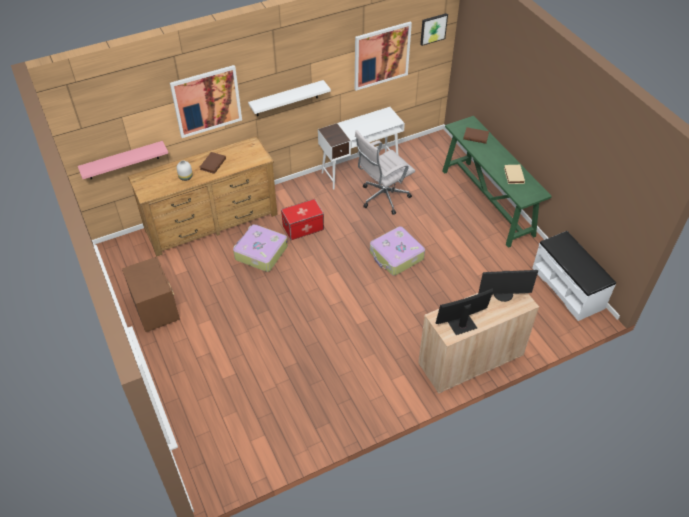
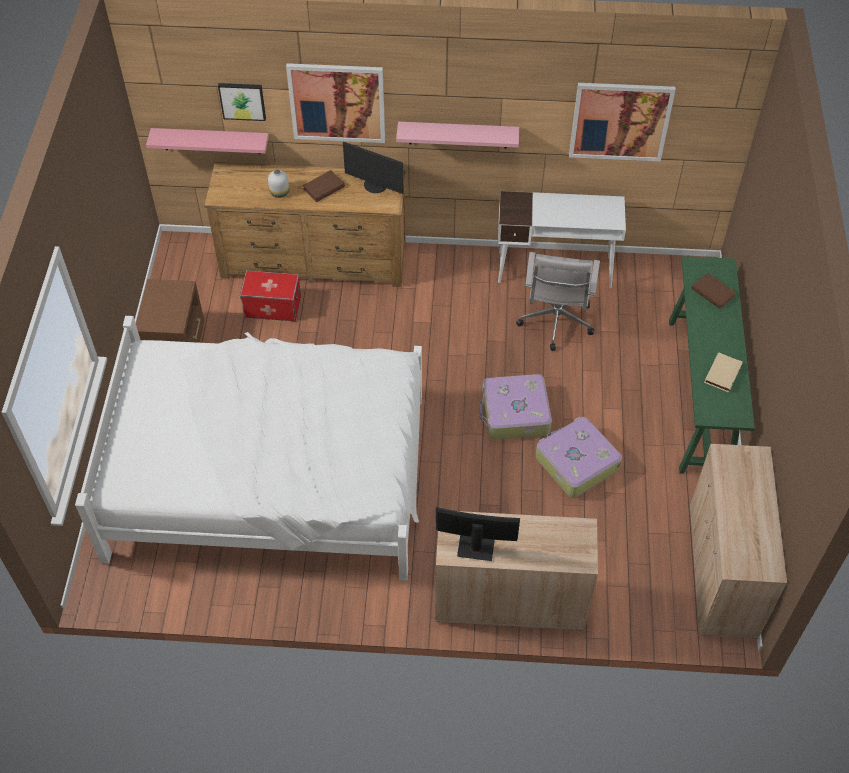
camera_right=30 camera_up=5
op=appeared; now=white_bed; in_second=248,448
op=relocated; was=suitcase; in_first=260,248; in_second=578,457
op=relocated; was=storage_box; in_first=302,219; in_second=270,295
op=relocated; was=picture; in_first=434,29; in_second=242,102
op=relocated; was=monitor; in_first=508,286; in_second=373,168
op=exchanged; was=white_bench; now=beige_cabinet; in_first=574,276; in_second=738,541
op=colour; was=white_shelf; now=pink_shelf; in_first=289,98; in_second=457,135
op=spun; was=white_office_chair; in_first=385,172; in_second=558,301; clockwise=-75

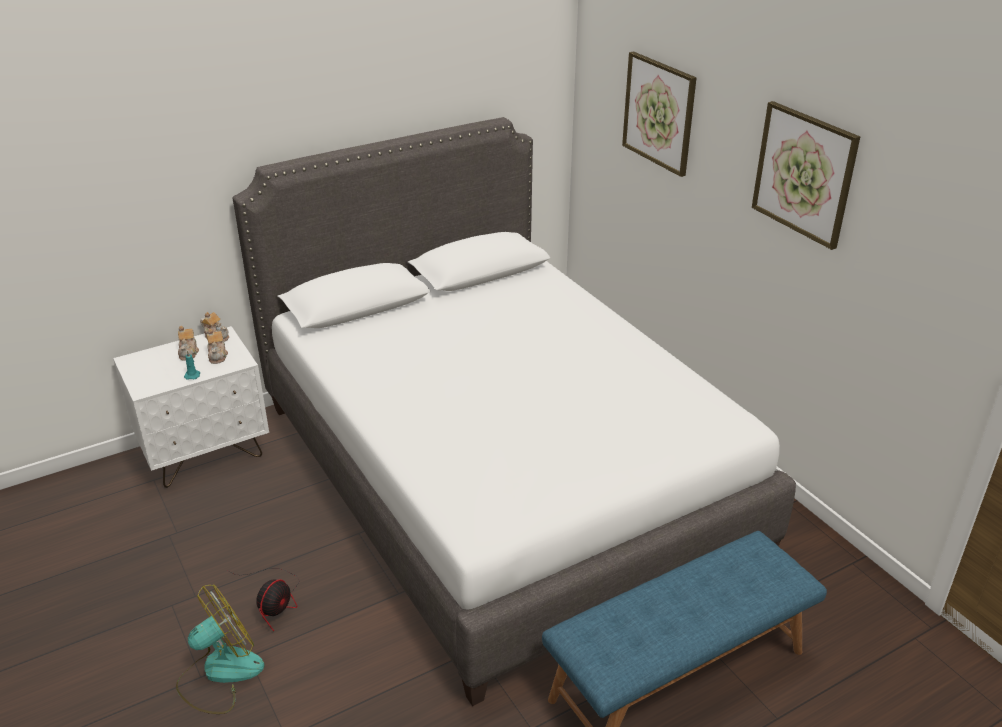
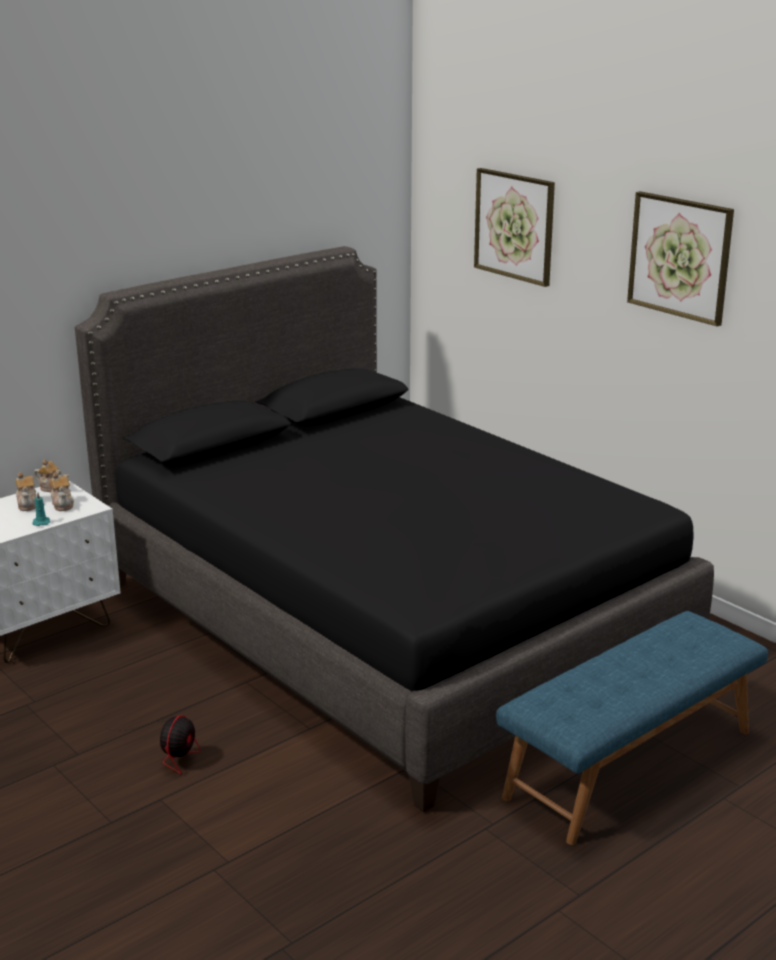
camera_right=-10 camera_up=-10
op=missing; was=fan; in_first=220,649
op=colour; was=white_bed; now=black_bed; in_first=514,411; in_second=394,529

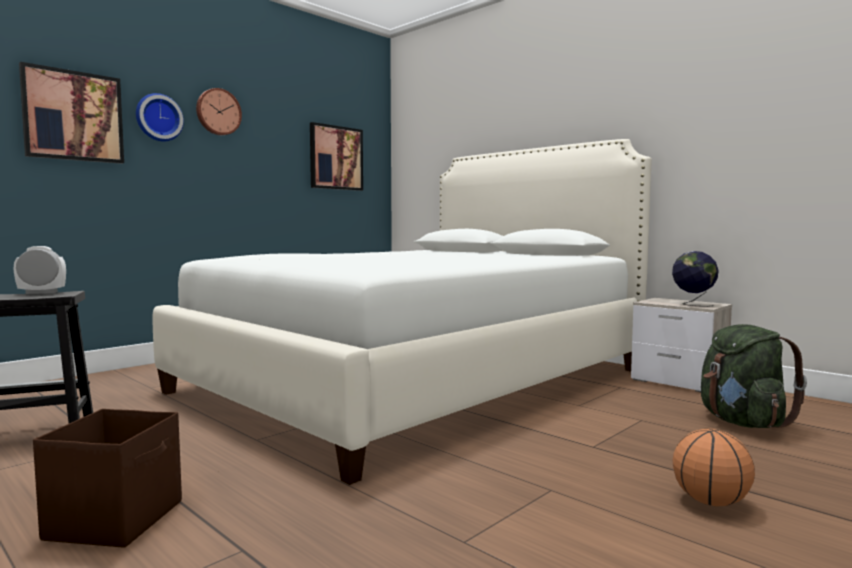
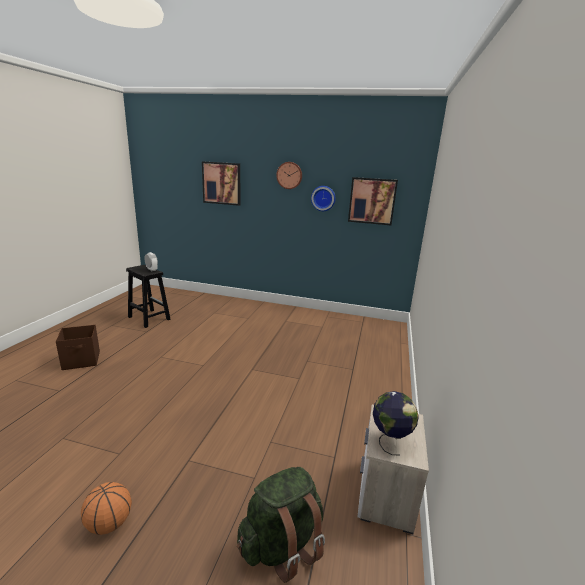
camera_right=60 camera_up=15
op=missing; was=white_bed; in_first=402,312
op=relocated; was=wall_clock; in_first=160,117; in_second=323,198

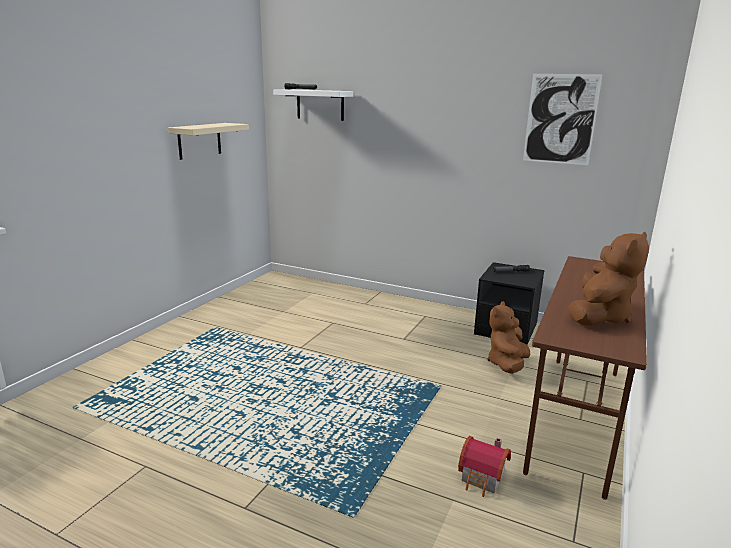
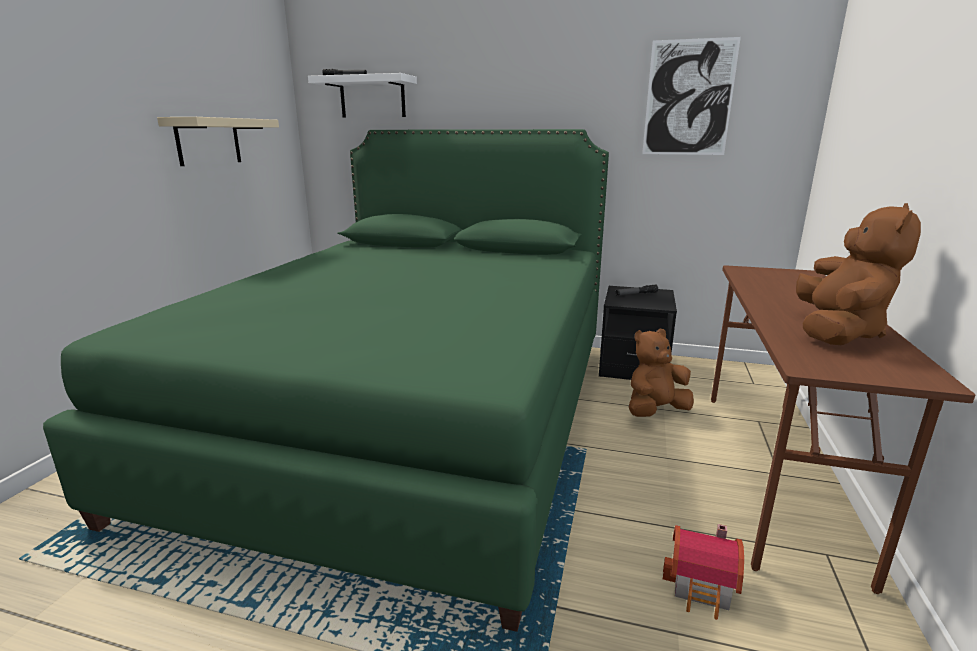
camera_right=-10 camera_up=0
op=appeared; now=green_bed; in_second=326,380
op=spun; was=brown_plush_toy; in_first=508,337; in_second=661,372; clockwise=45

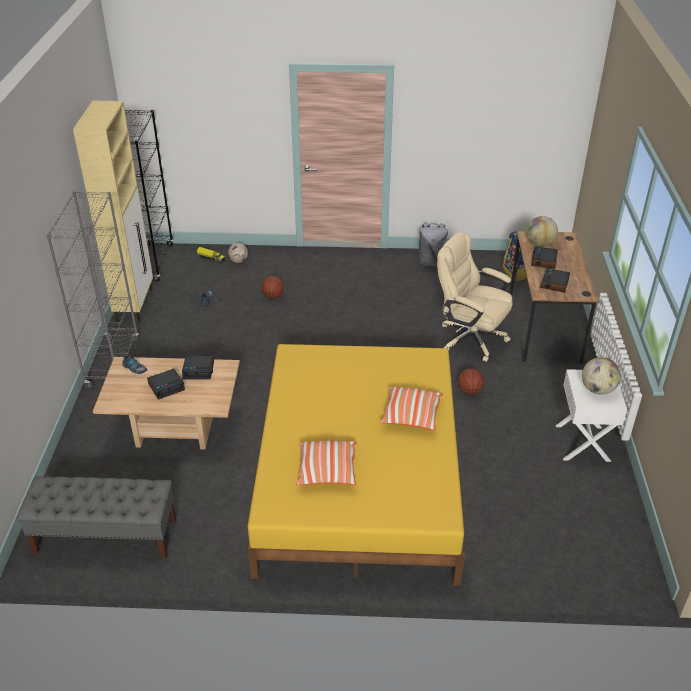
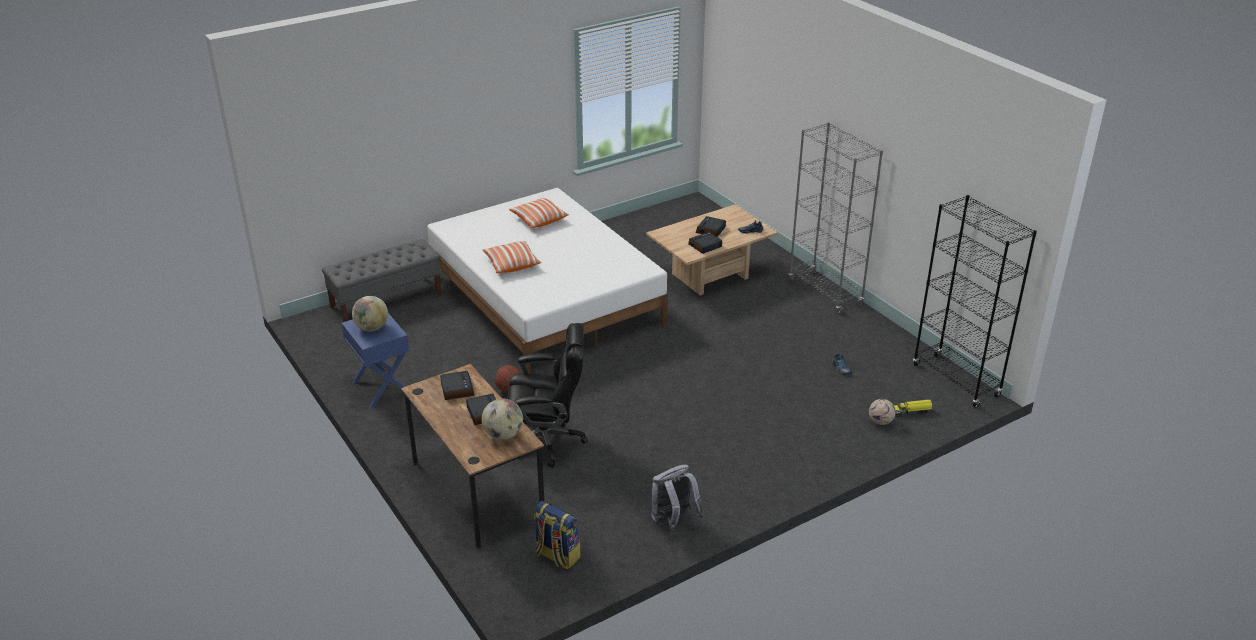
camera_right=145 camera_up=-5
op=missing; was=beige_cabinet; in_first=113,211
op=missing; was=basketball; in_first=272,287
op=relocated; was=grey_bench; in_first=96,517; in_second=382,280
op=colour; was=yellow_bed; now=white_bed; in_first=356,465; in_second=547,280
op=colour; was=beige_office_chair; now=black_office_chair; in_first=475,297; in_second=548,395
op=colour; was=white_nightstand; now=blue_nightstand; in_first=591,415; in_second=375,360

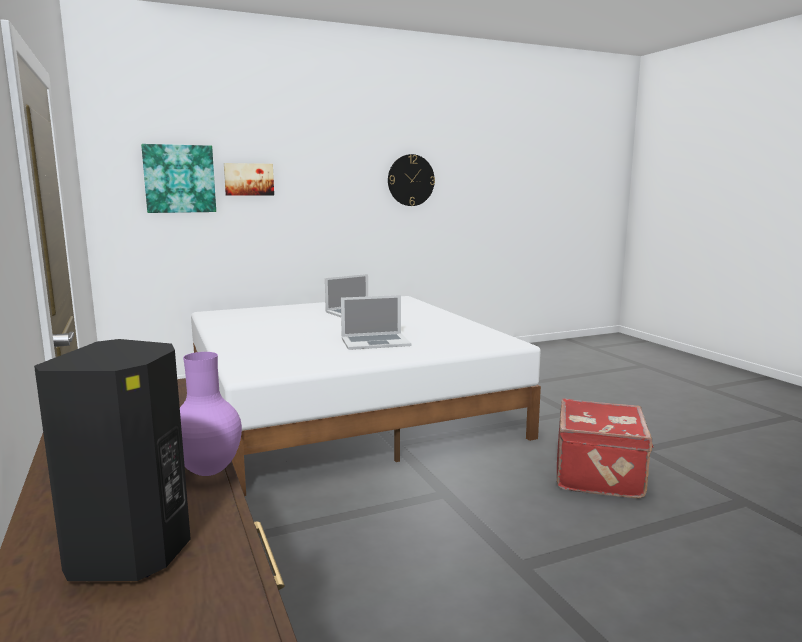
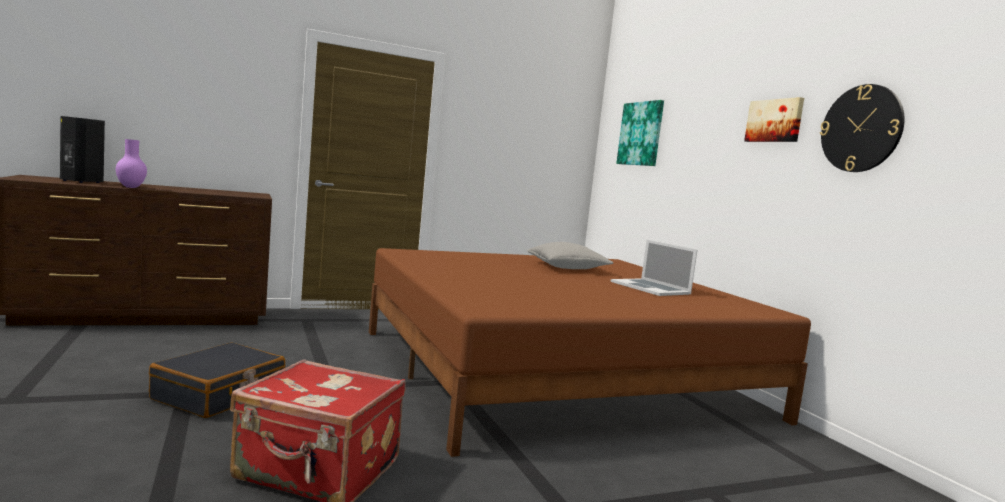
camera_right=90 camera_up=-5
op=missing; was=laptop; in_first=376,322
op=appeared; now=black_suitcase; in_second=217,380
op=appeared; now=grey_pillow; in_second=570,255
op=relocated; was=picture; in_first=249,179; in_second=774,119
op=colour; was=white_bed; now=brown_bed; in_first=366,396; in_second=590,352

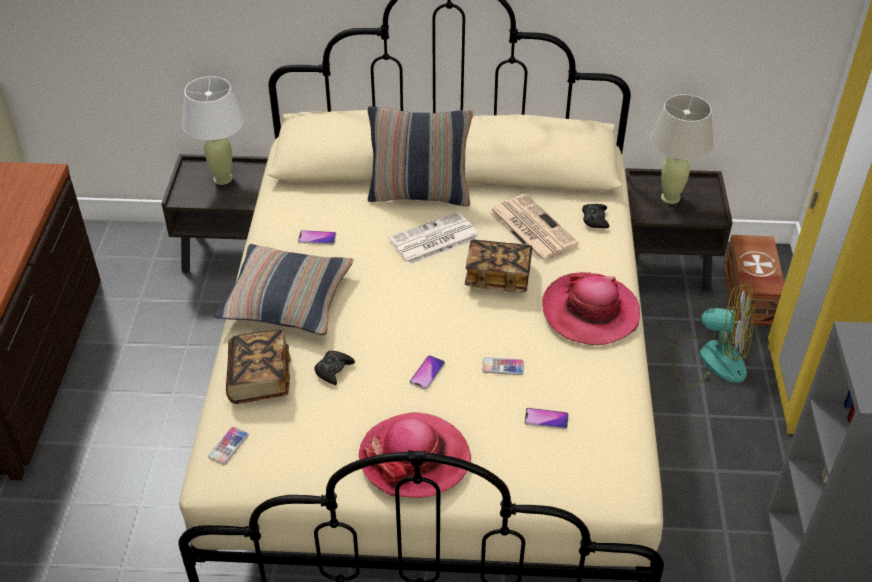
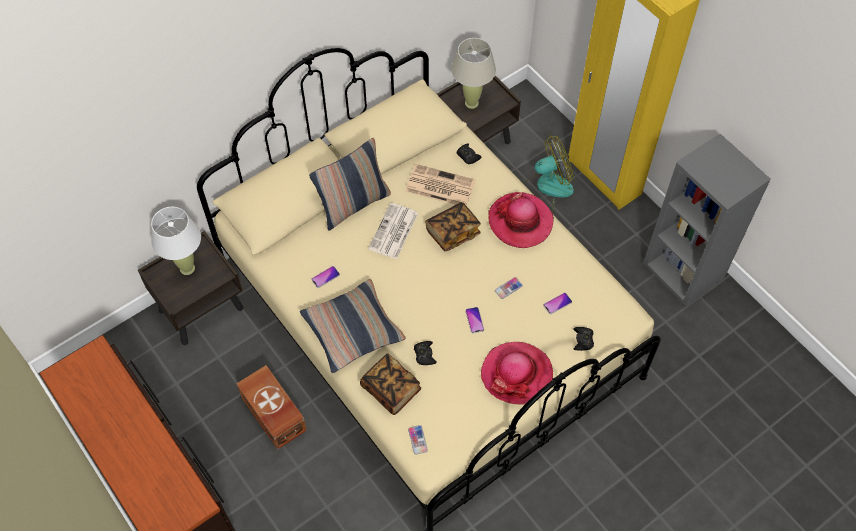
camera_right=-40 camera_up=15
op=appeared; now=black_game_controller; in_second=583,339
op=relocated; was=brown_storage_box; in_first=754,280; in_second=271,407

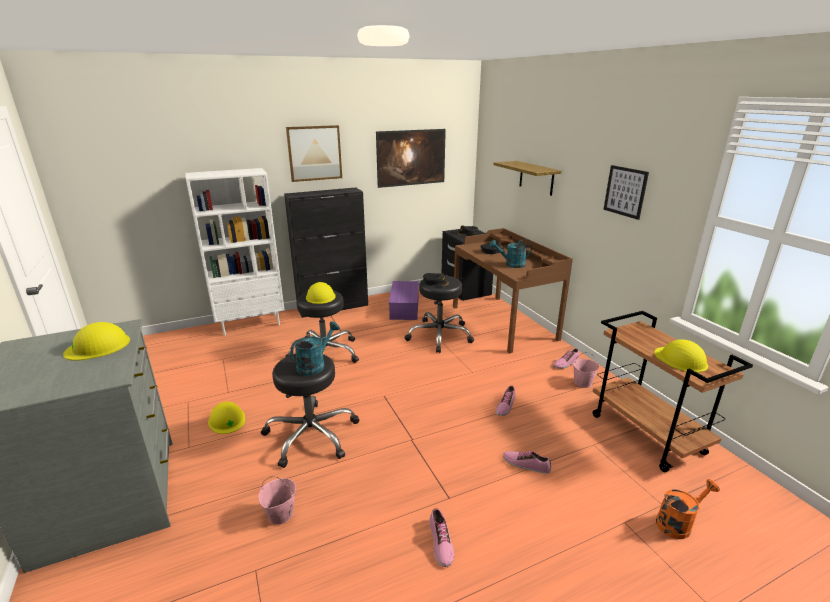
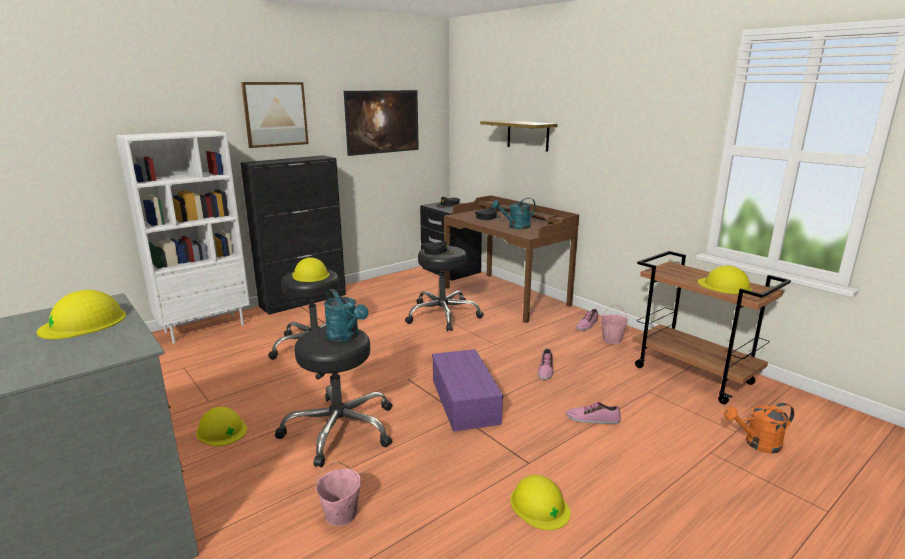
camera_right=-15 camera_up=-5
op=missing; was=picture; in_first=626,192
op=relocated; was=purple_storage_box; in_first=404,300; in_second=467,390
op=exchanged; was=shoe; now=yellow_hard_hat; in_first=441,537; in_second=540,502
op=spun; was=turquoise_watering_can; in_first=315,348; in_second=346,315; clockwise=120
op=spun; was=orange_watering_can; in_first=688,509; in_second=759,428; clockwise=-150

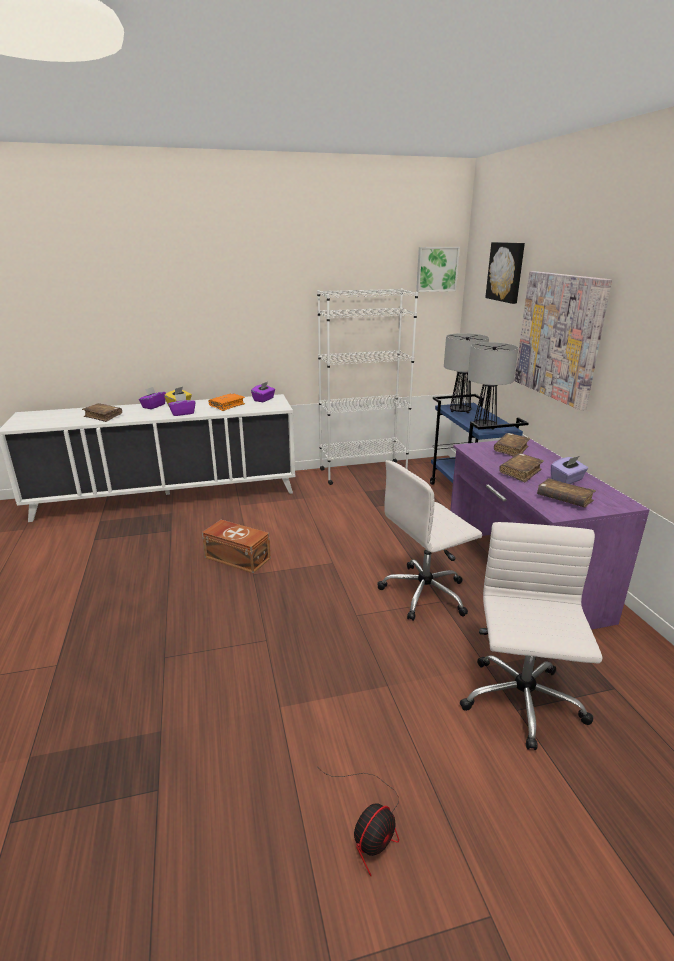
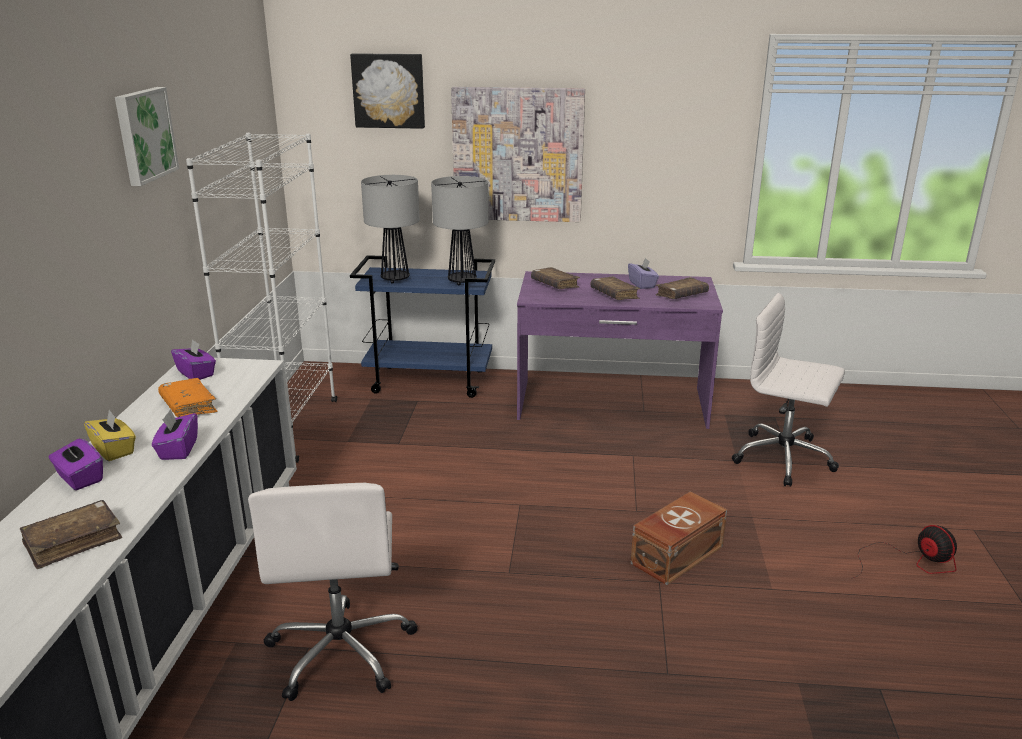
camera_right=-70 camera_up=0
op=relocated; was=brown_storage_box; in_first=236,546; in_second=679,538
op=relocated; was=white_office_chair; in_first=429,540; in_second=333,592
op=relocated; was=picture; in_first=438,269; in_second=147,136

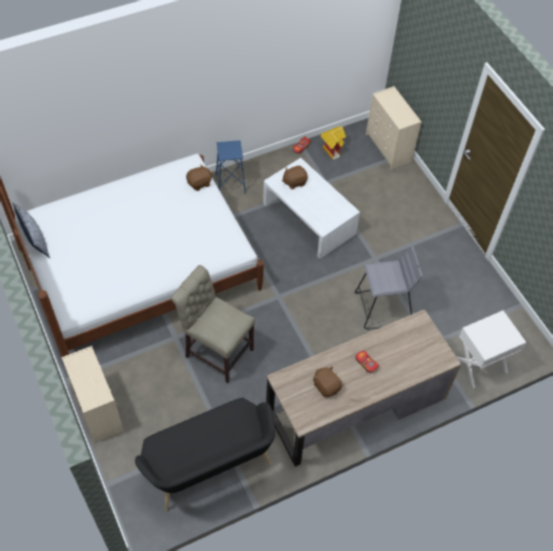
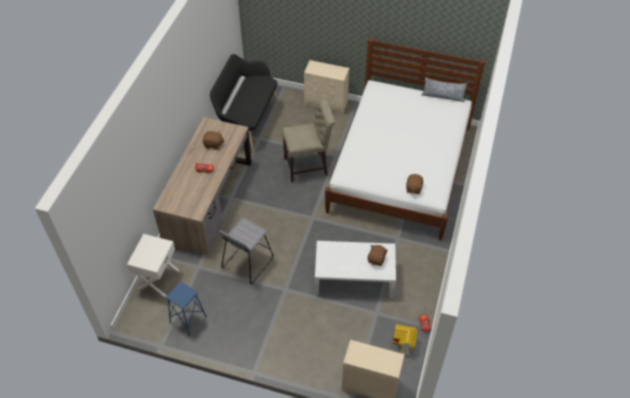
camera_right=135 camera_up=-5
op=relocated; was=blue_stool; in_first=231,167; in_second=186,309

